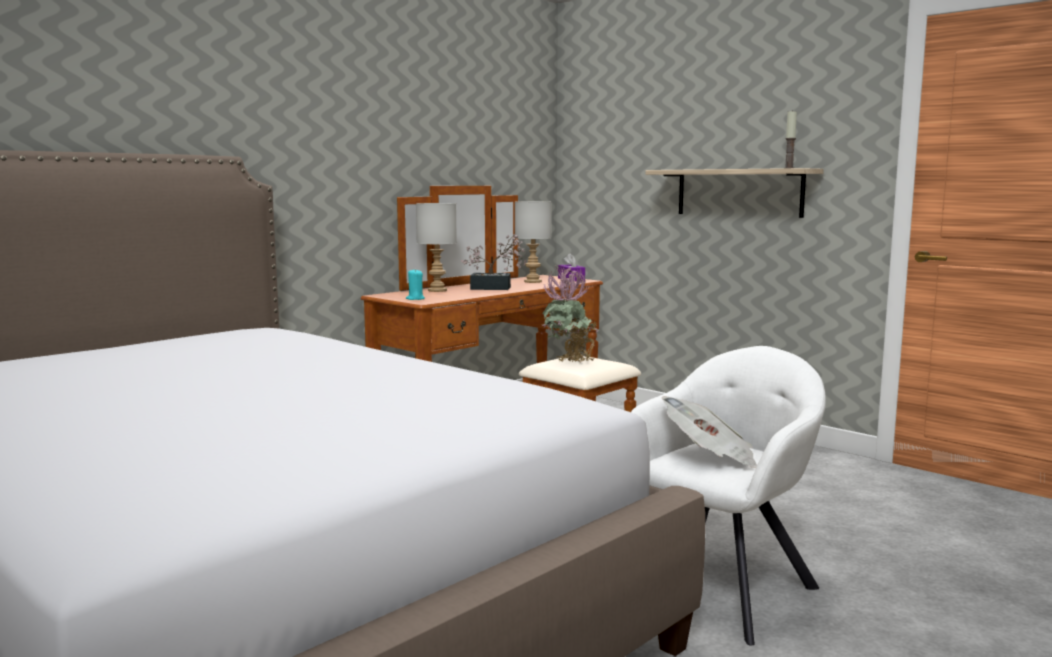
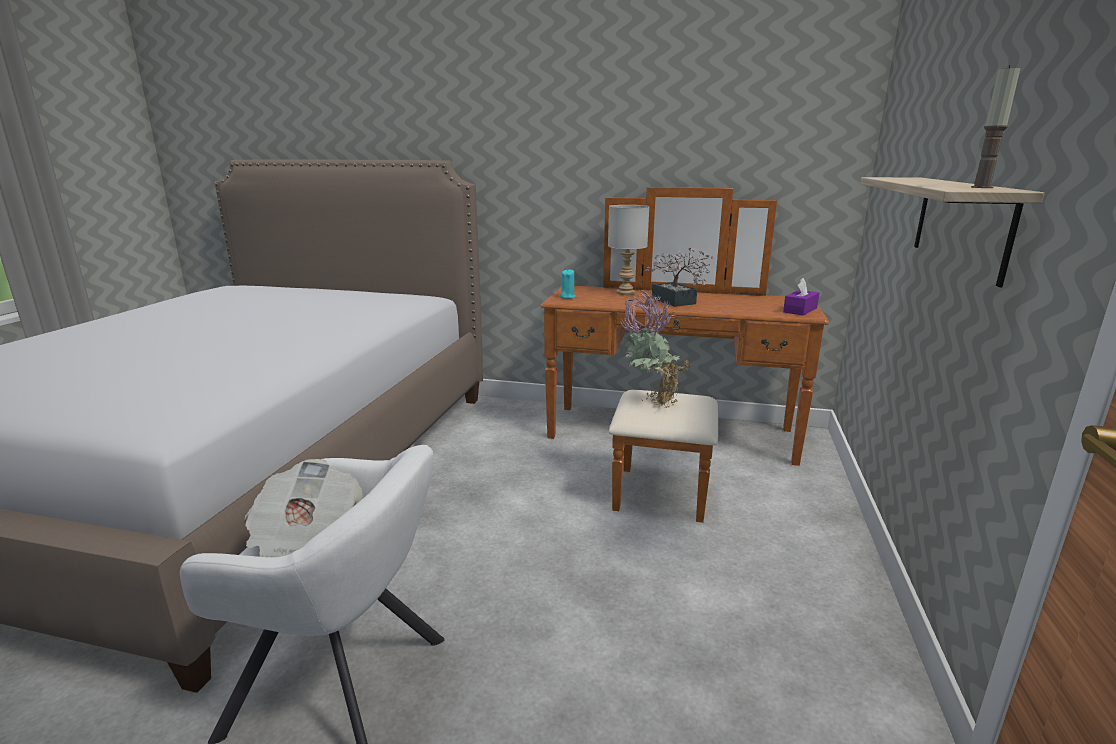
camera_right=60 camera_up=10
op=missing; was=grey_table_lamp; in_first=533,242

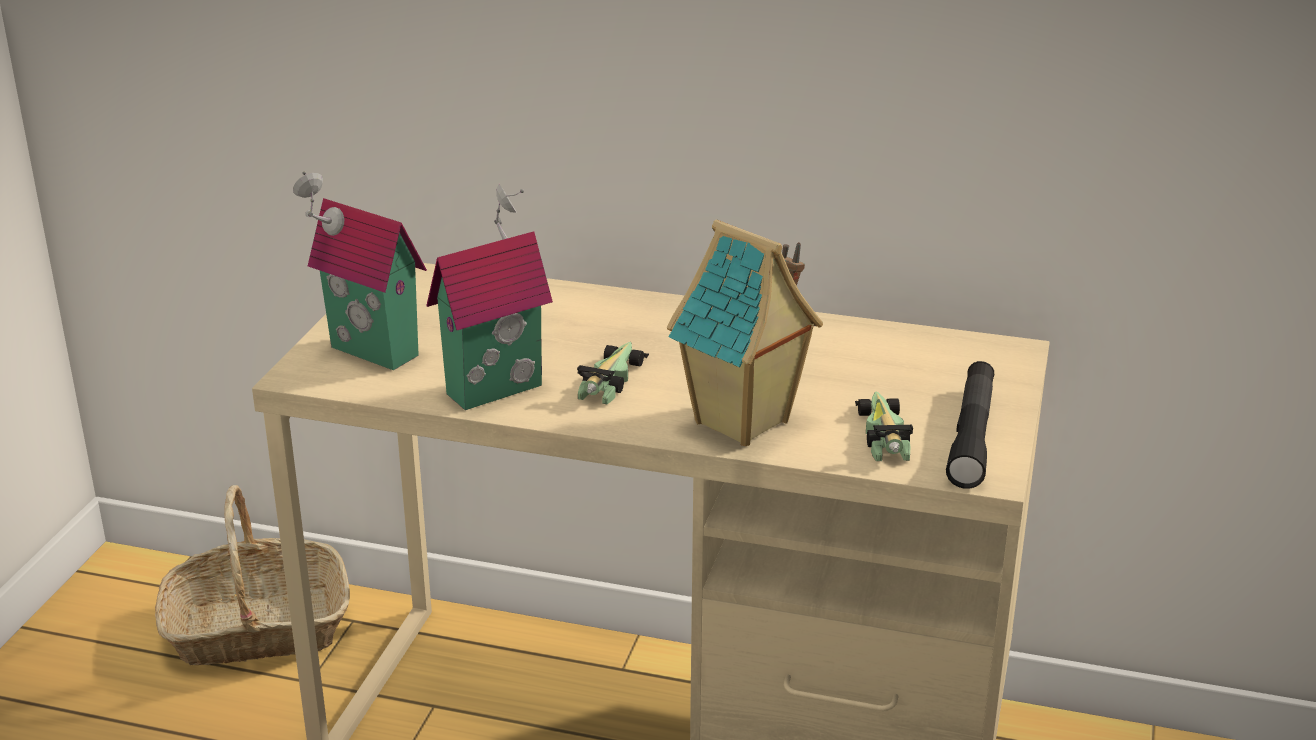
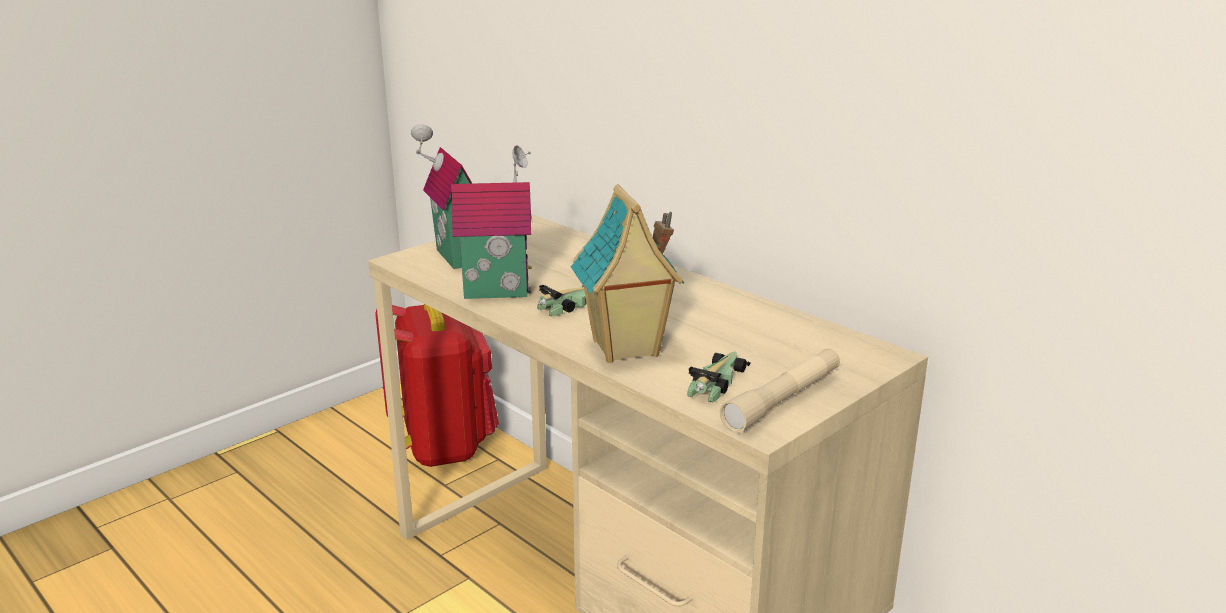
camera_right=30 camera_up=-5
op=exchanged; was=basket; now=red_backpack; in_first=252,575; in_second=437,385
op=colour; was=black_flashlight; now=beige_flashlight; in_first=970,425; in_second=780,390

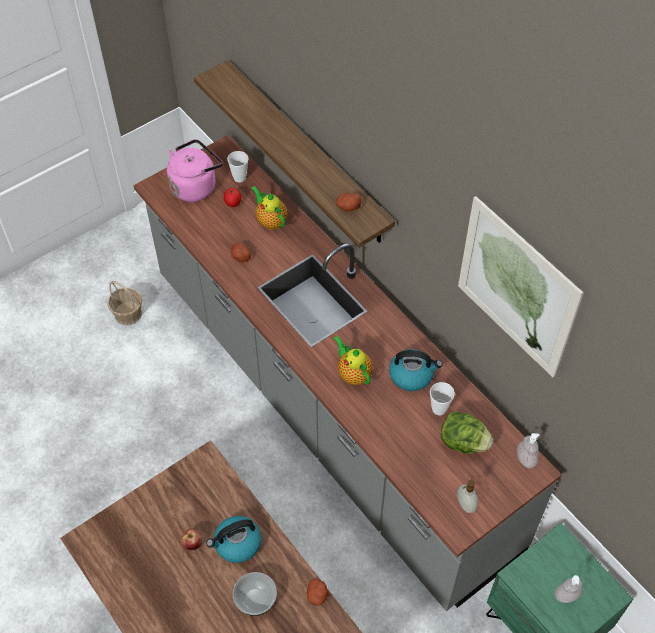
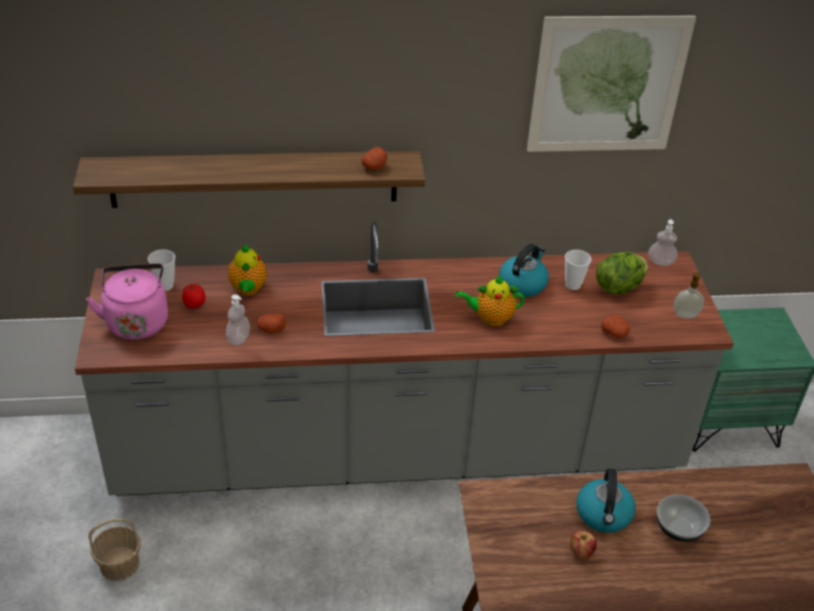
camera_right=-60 camera_up=-15
op=relocated; was=potato; in_first=318,592; in_second=615,326
op=relocated; was=soap_dispenser; in_first=568,589; in_second=238,319
op=spun; was=teapot; in_first=269,208; in_second=247,269; clockwise=-90

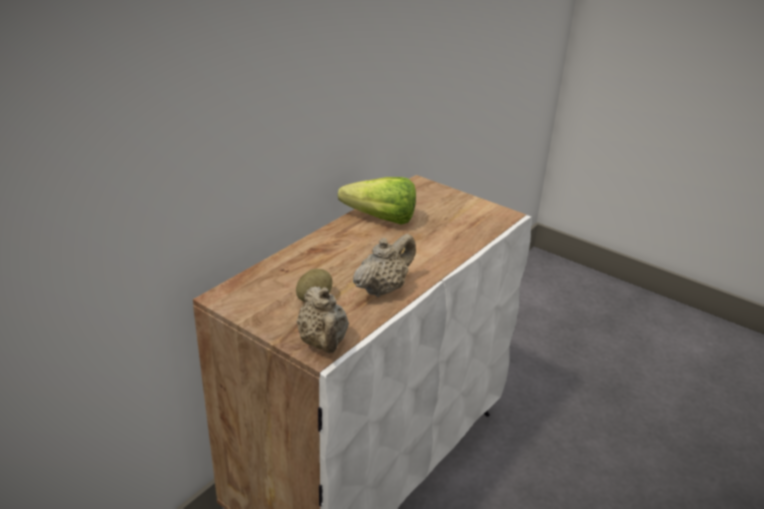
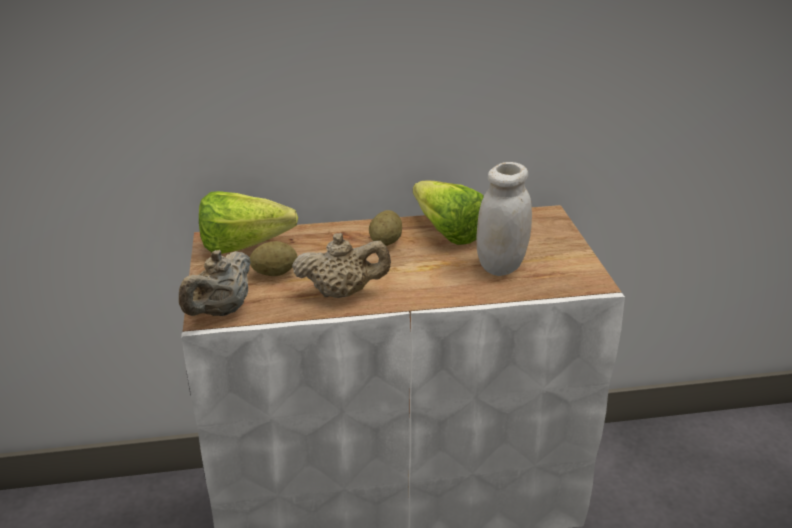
camera_right=45 camera_up=0
op=appeared; now=lettuce; in_second=248,222
op=appeared; now=potato; in_second=385,228
op=appeared; now=white_jar; in_second=504,219

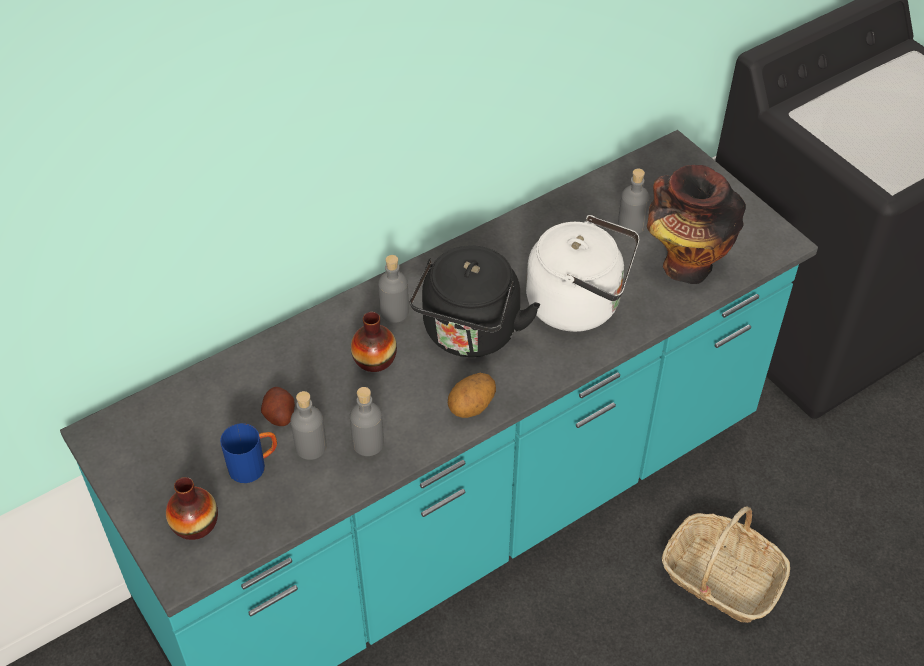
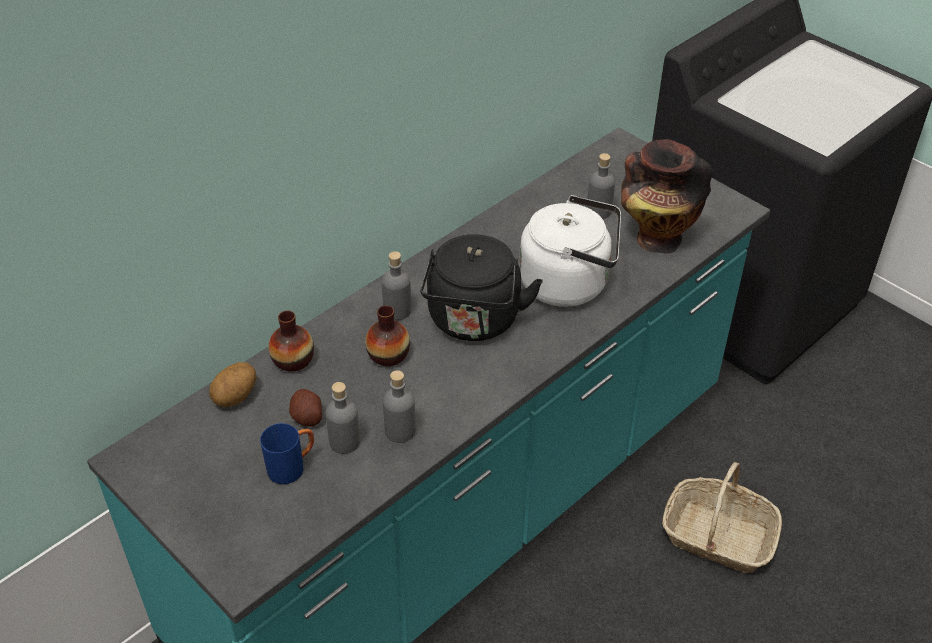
camera_right=-10 camera_up=-5
op=relocated; was=vase; in_first=192,508; in_second=291,341
op=relocated; was=potato; in_first=472,395; in_second=233,384

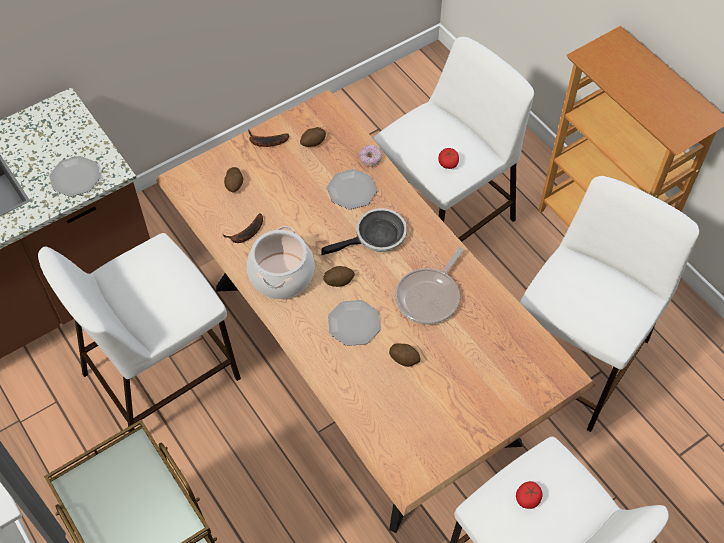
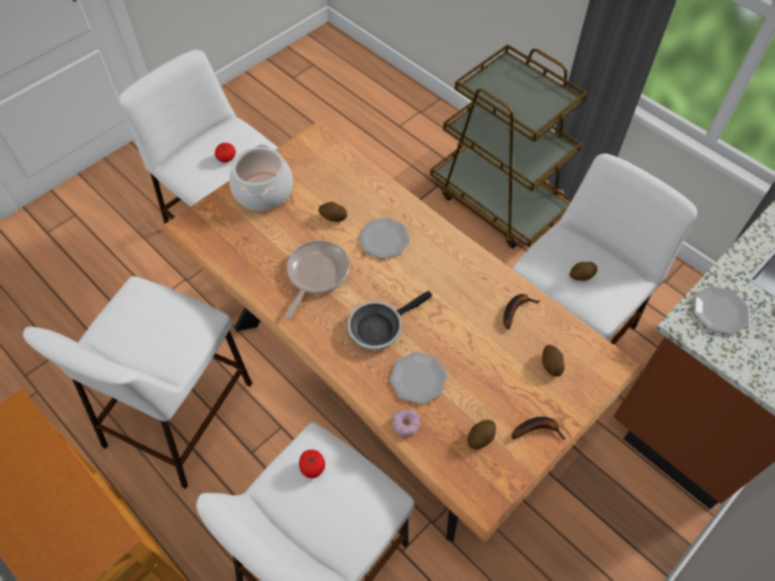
camera_right=170 camera_up=0
op=relocated; was=cooking_pot; in_first=280,262; in_second=261,178
op=relocated; was=potato; in_first=339,276; in_second=584,271

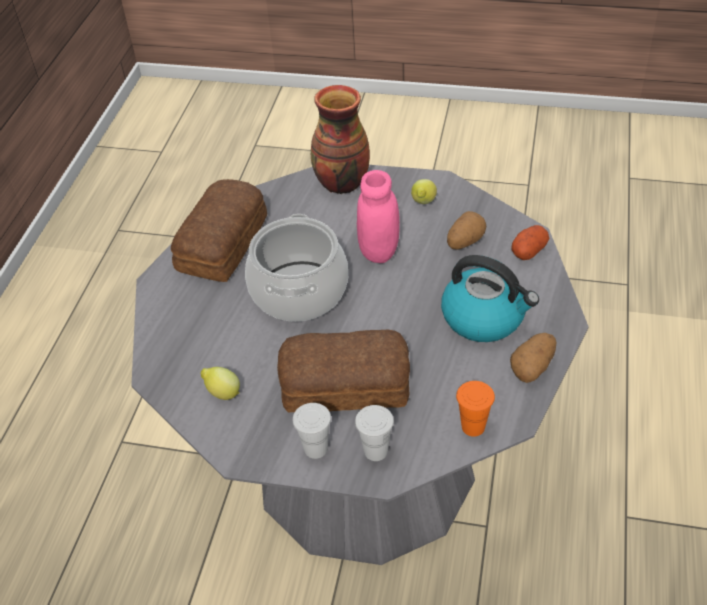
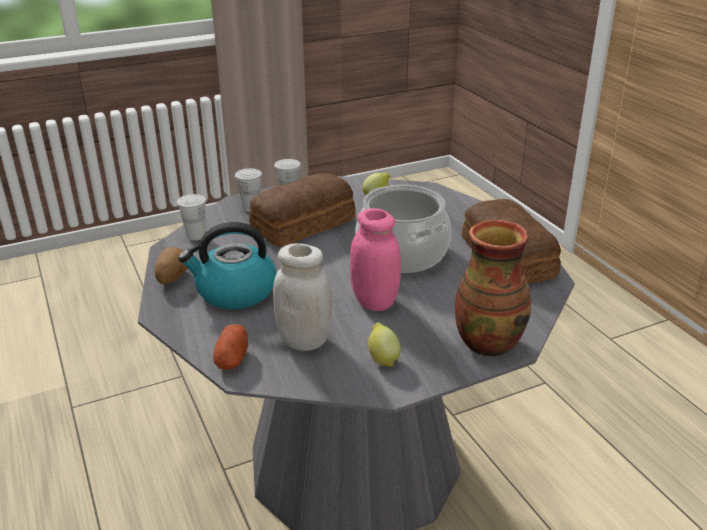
camera_right=140 camera_up=-15
op=exchanged; was=potato; now=white_jar; in_first=466,230; in_second=302,297
op=colour; was=orange_cup; now=white_cup; in_first=475,409; in_second=191,217

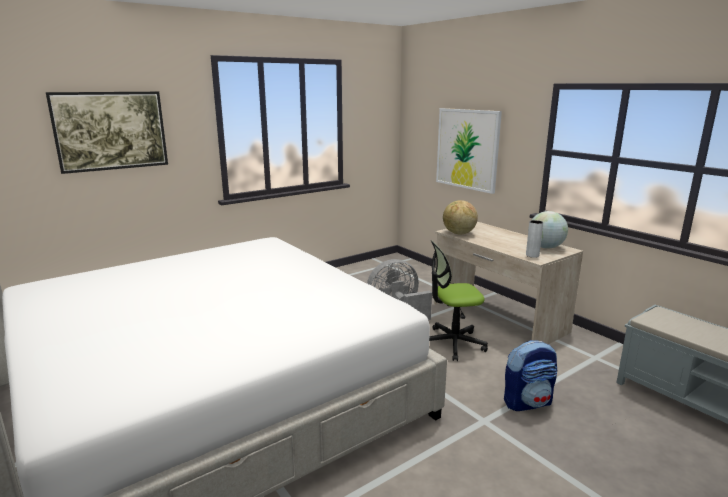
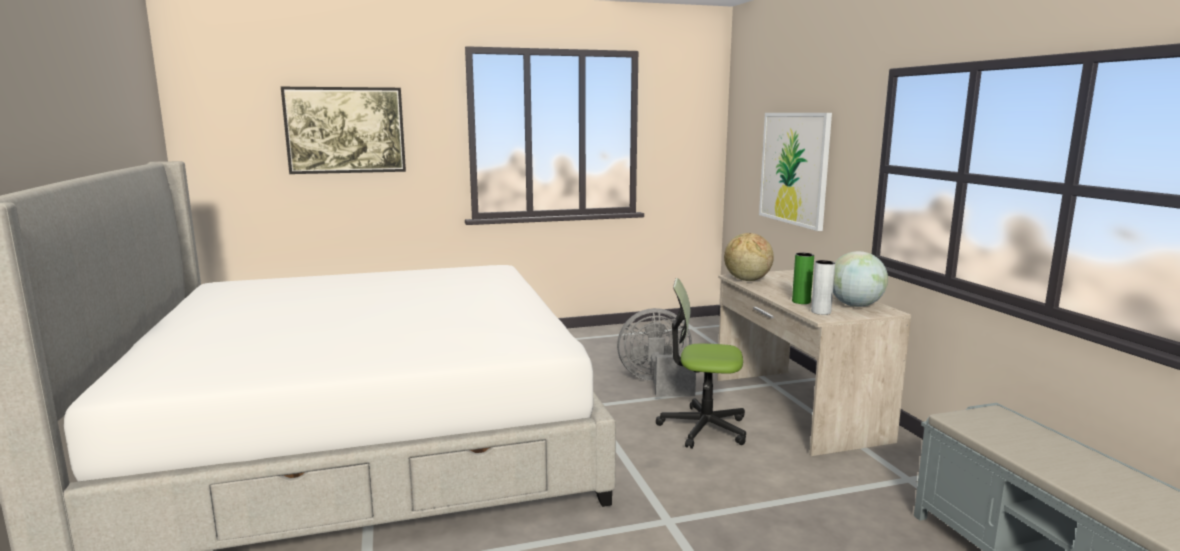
camera_right=20 camera_up=-5
op=missing; was=backpack; in_first=530,375
op=appeared; now=green_vase; in_second=803,278

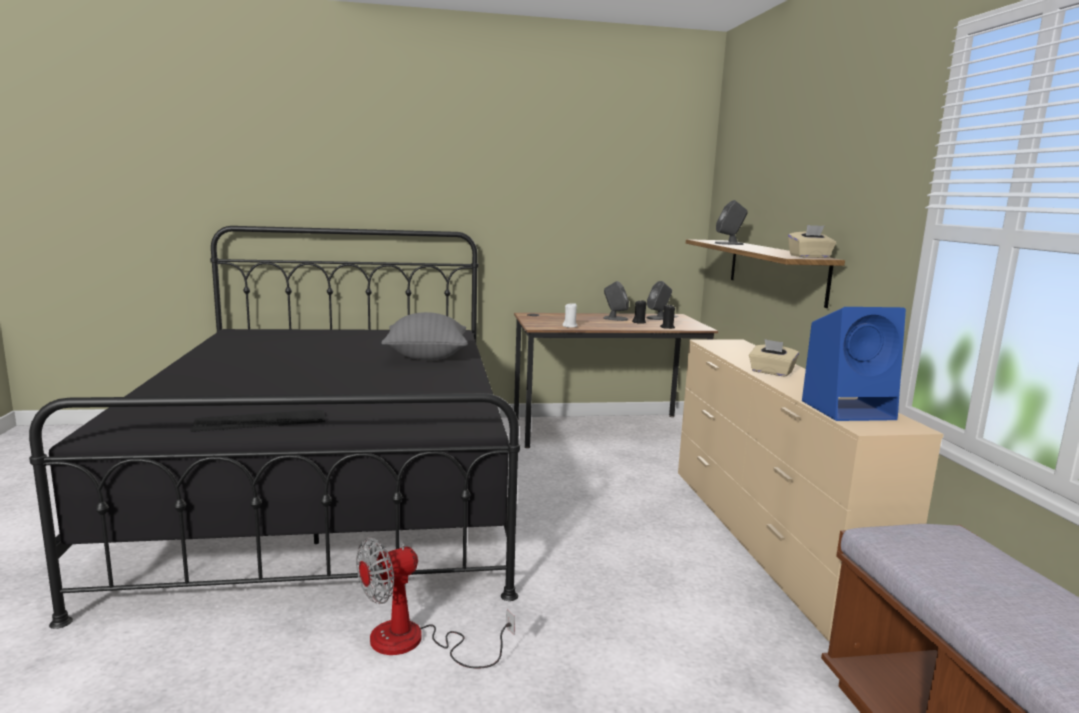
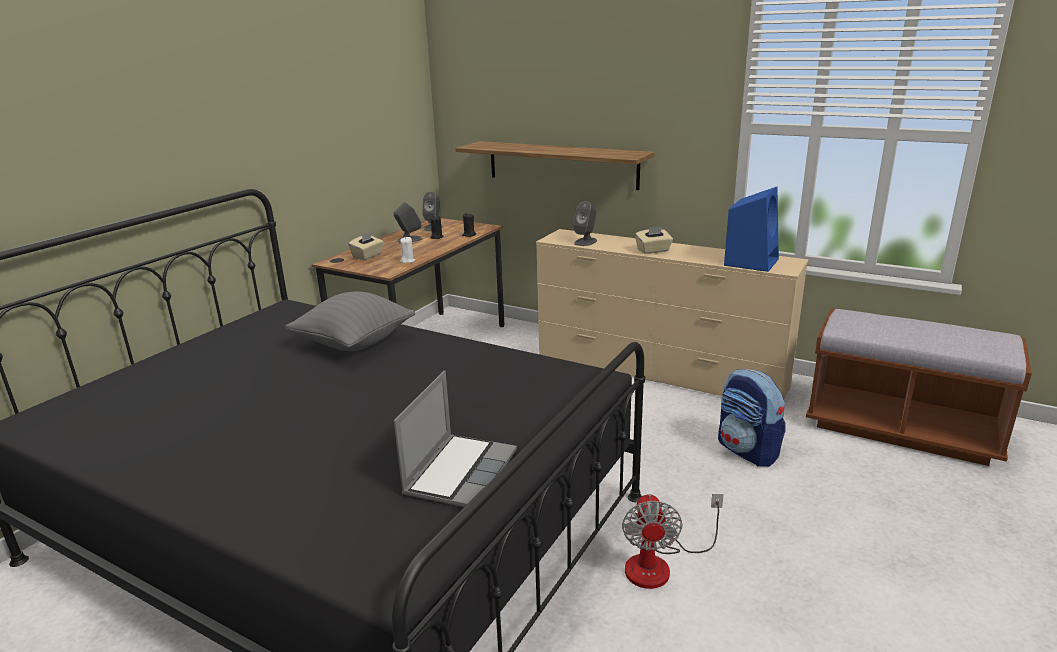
camera_right=-50 camera_up=10
op=appeared; now=backpack; in_second=752,418
op=relocated; was=grey_speaker; in_first=731,222; in_second=585,223
op=relocated; was=beige_tissue_box; in_first=812,241; in_second=366,245
op=exchanged; was=keyboard; now=laptop; in_first=257,421; in_second=455,439

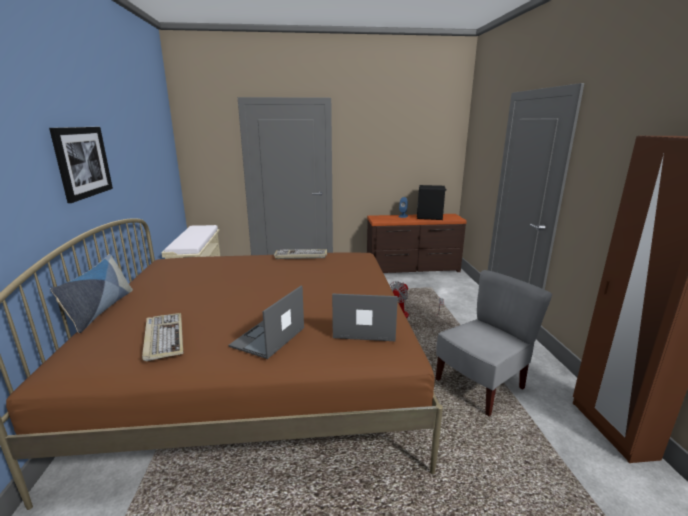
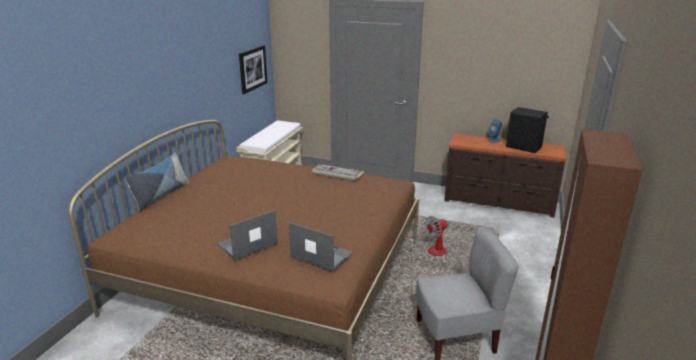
camera_right=25 camera_up=5
op=missing; was=keyboard; in_first=163,337
op=relocated; was=picture; in_first=81,165; in_second=253,69

